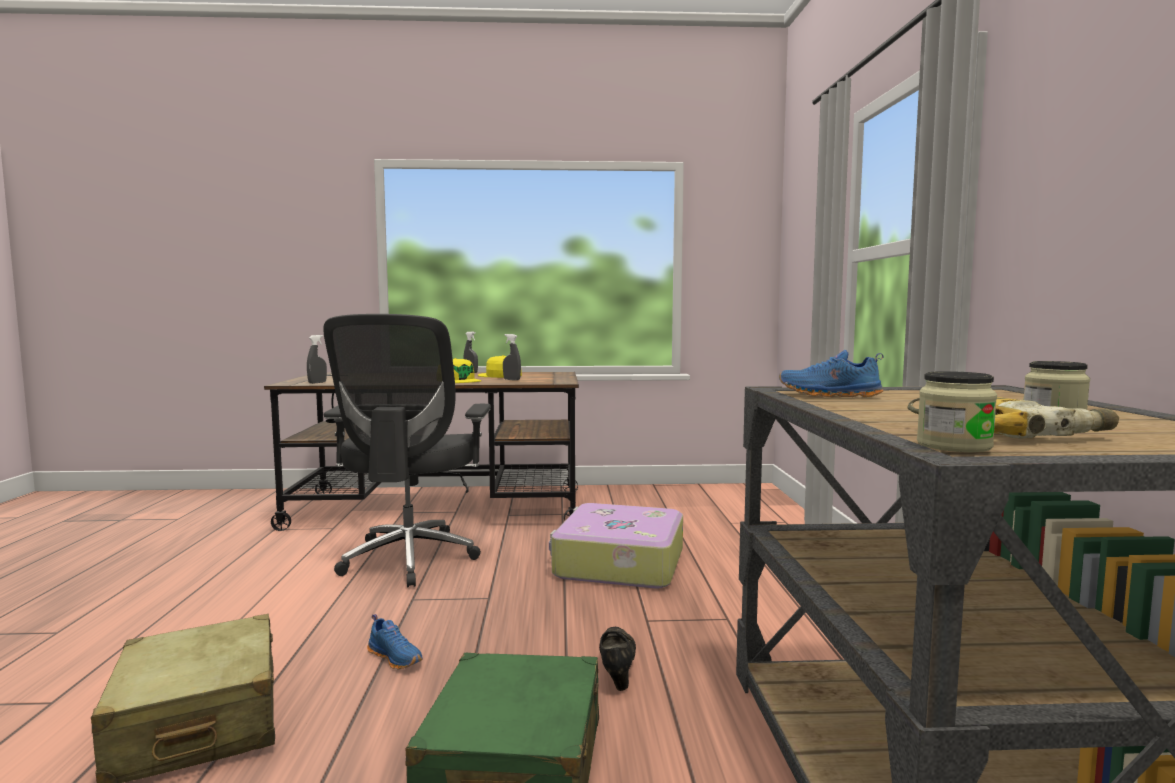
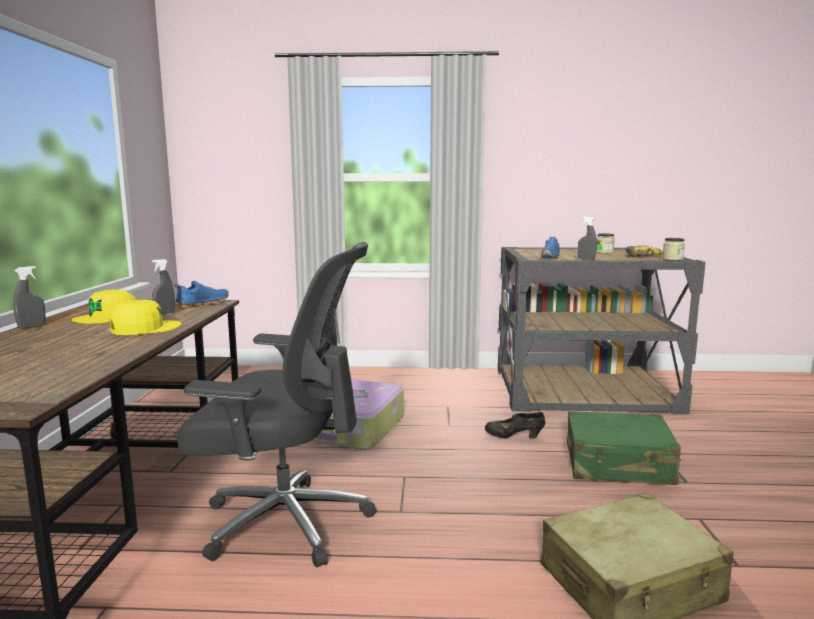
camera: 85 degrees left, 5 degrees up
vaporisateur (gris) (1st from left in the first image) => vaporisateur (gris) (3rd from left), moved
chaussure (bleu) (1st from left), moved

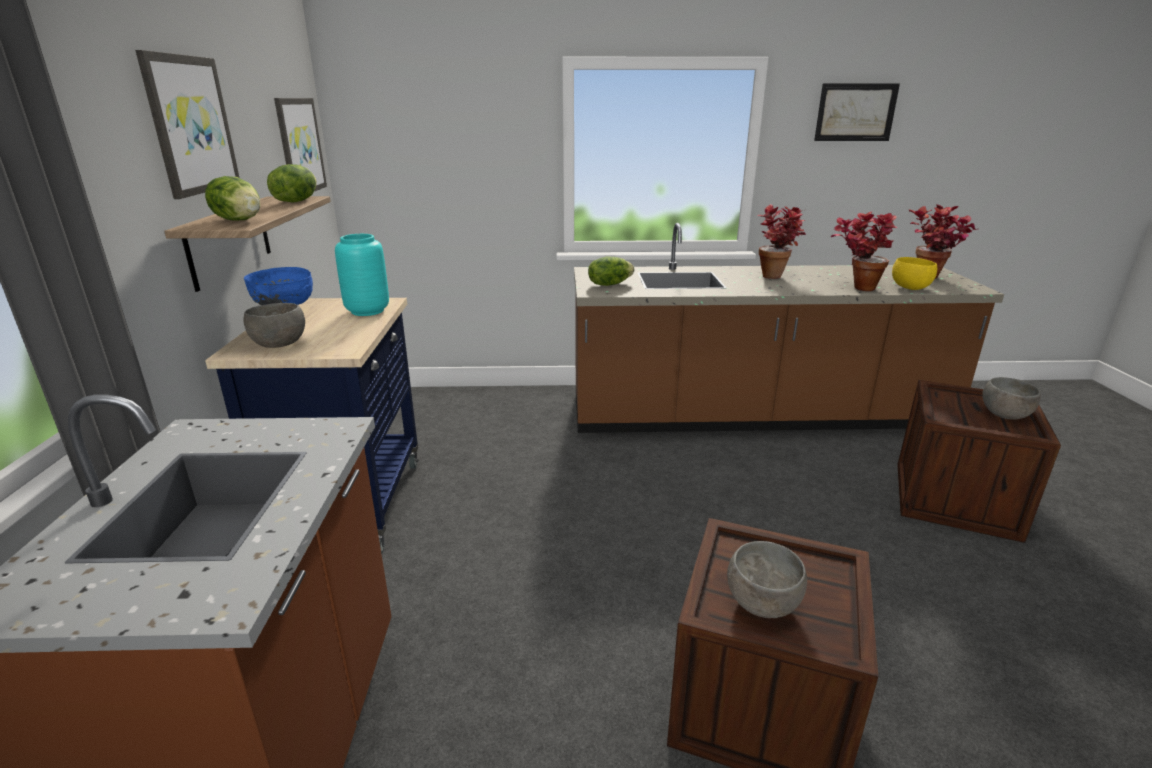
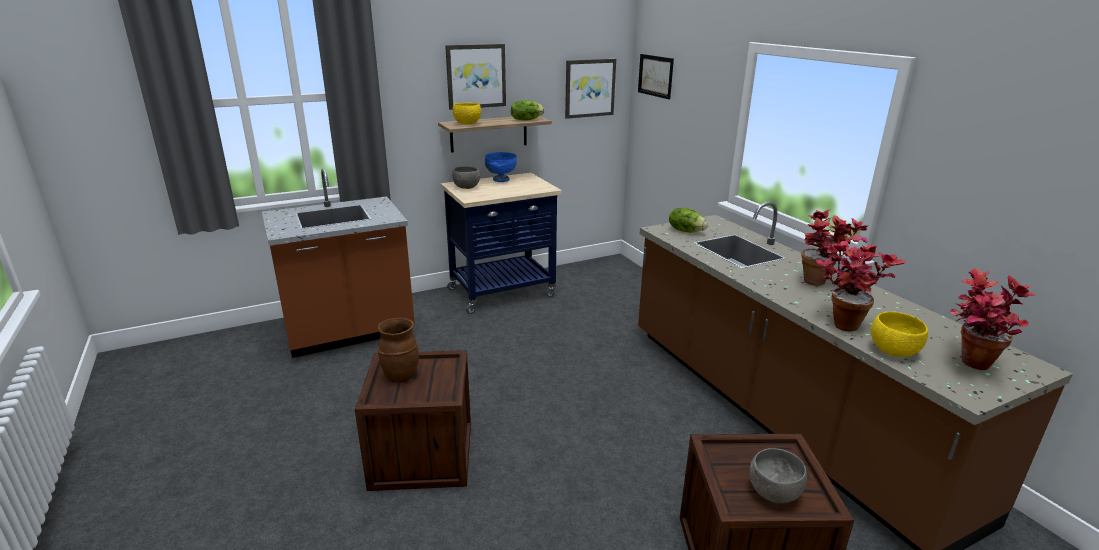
camera: 65 degrees right, 0 degrees up
tableau (3rd from left), moved
laitue (1st from left) => bol (jaune) (1st from left)
vase (turquoise) => nothing
bol (gris) (2nd from left) => vase (marron)

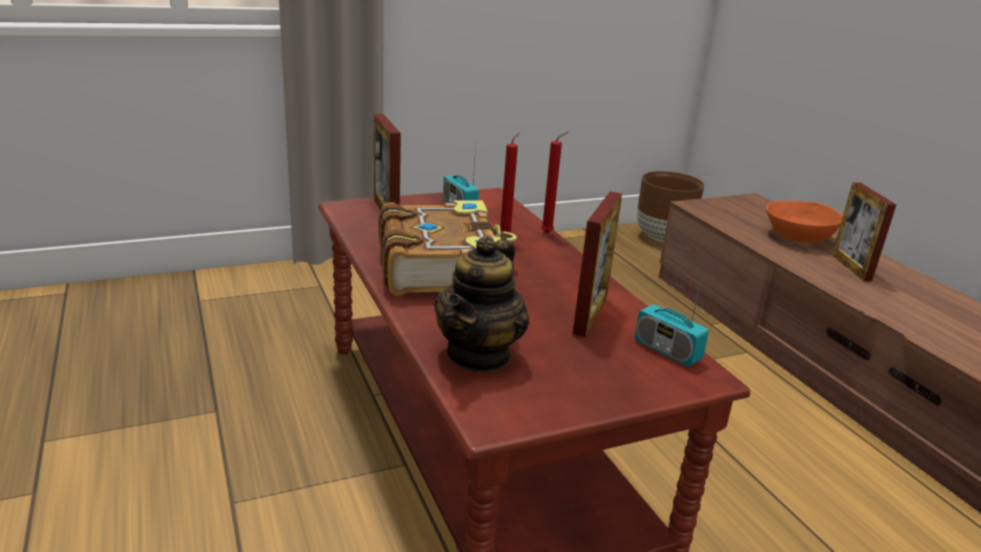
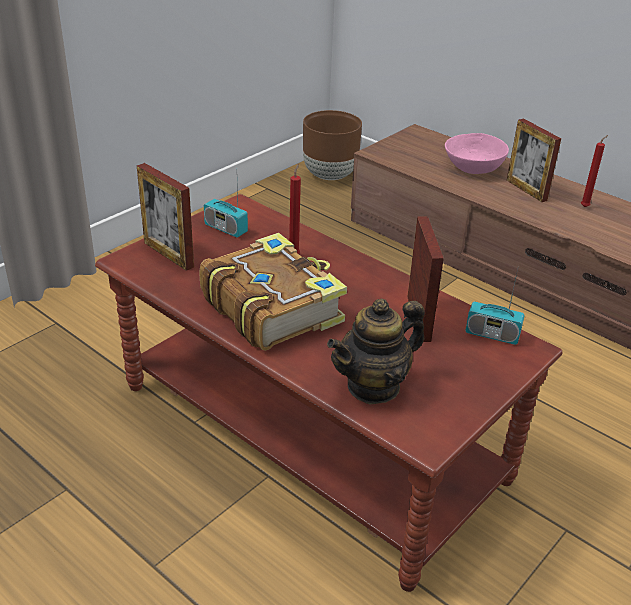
camera: 25 degrees left, 10 degrees up
bougie (rouge) (2nd from left), moved
bol (orange) => bol (rose)
théière, 60 degrees clockwise

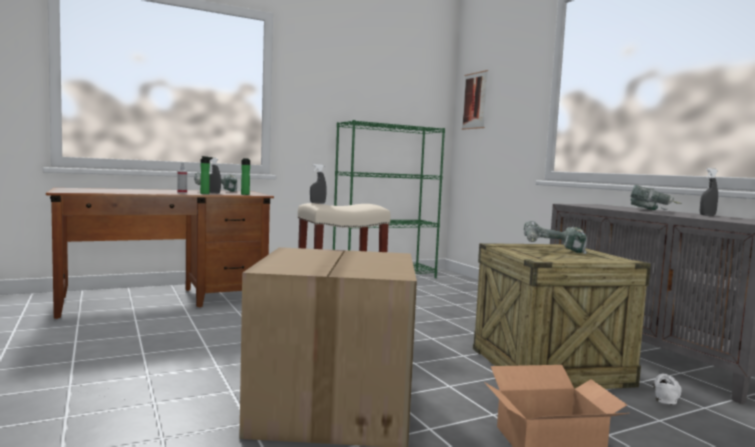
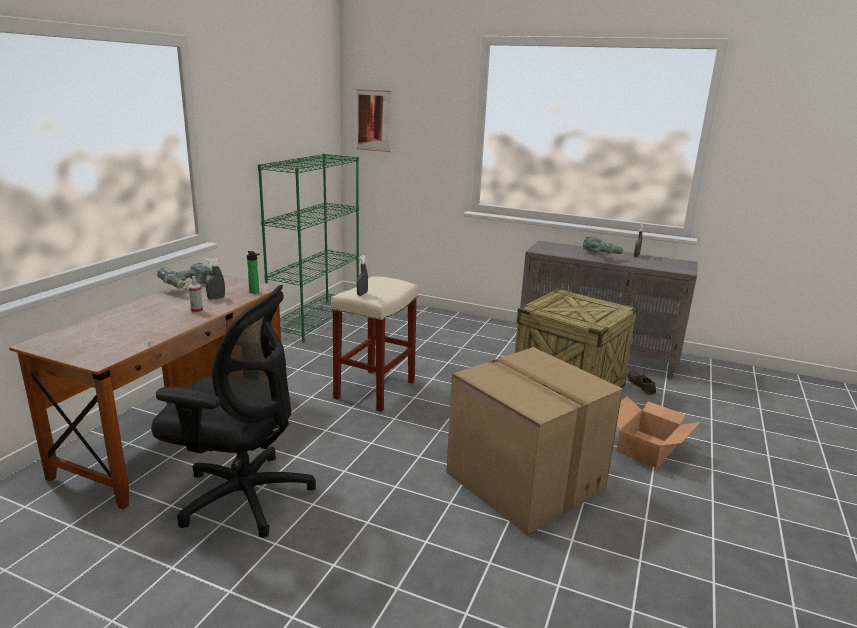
camera: 40 degrees left, 15 degrees up
bouteille (1st from left) => nothing
perceuse (2nd from left) => nothing
chaussure (blanc) => chaussure (marron)
nothing => chaise de bureau (noir)

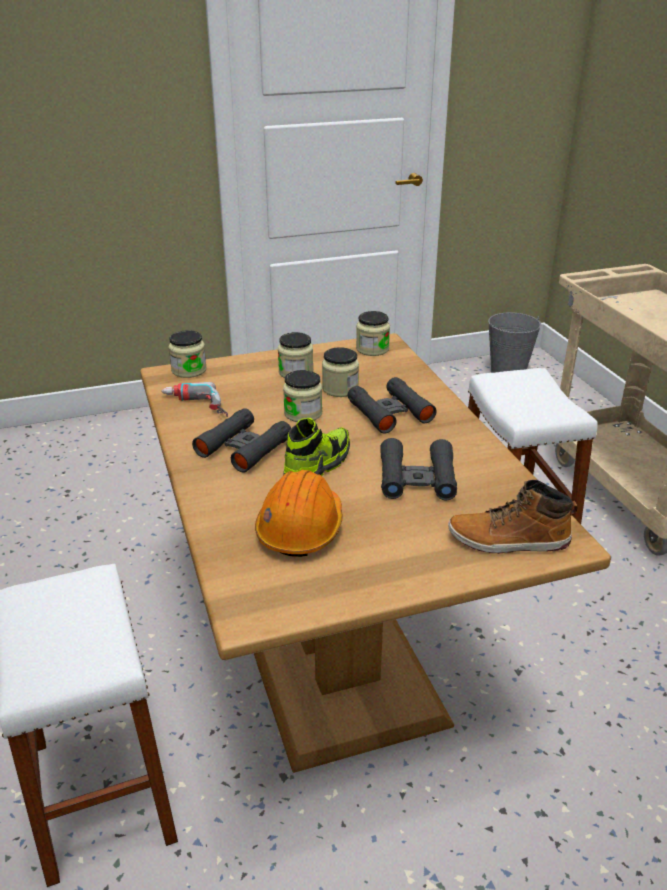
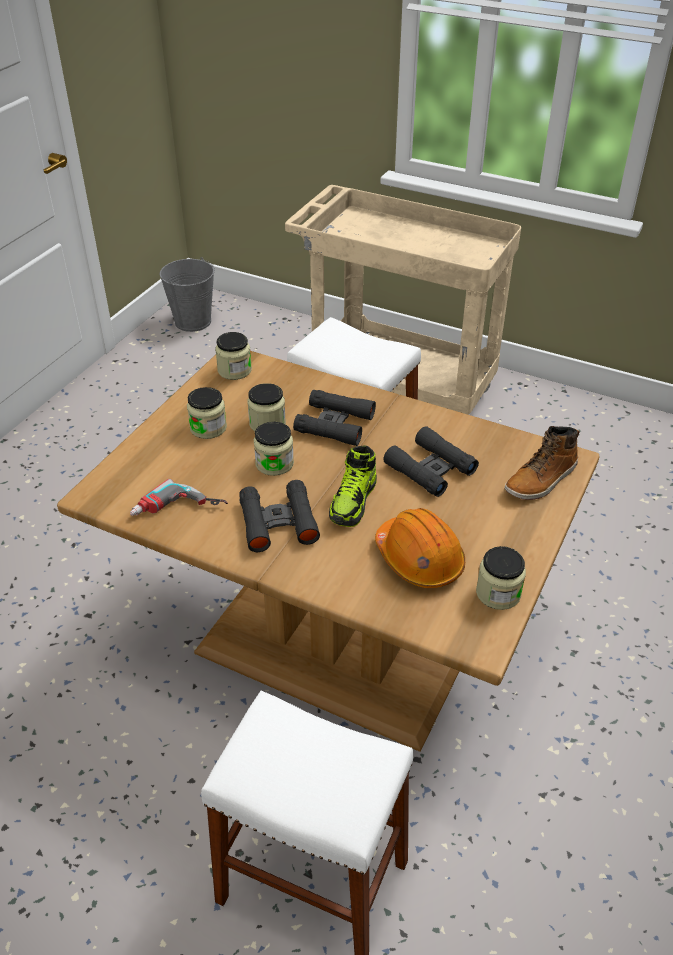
camera: 45 degrees left, 10 degrees up
bocal (1st from left in the first image) => bocal (5th from left), moved
chaussure, 150 degrees counterclockwise

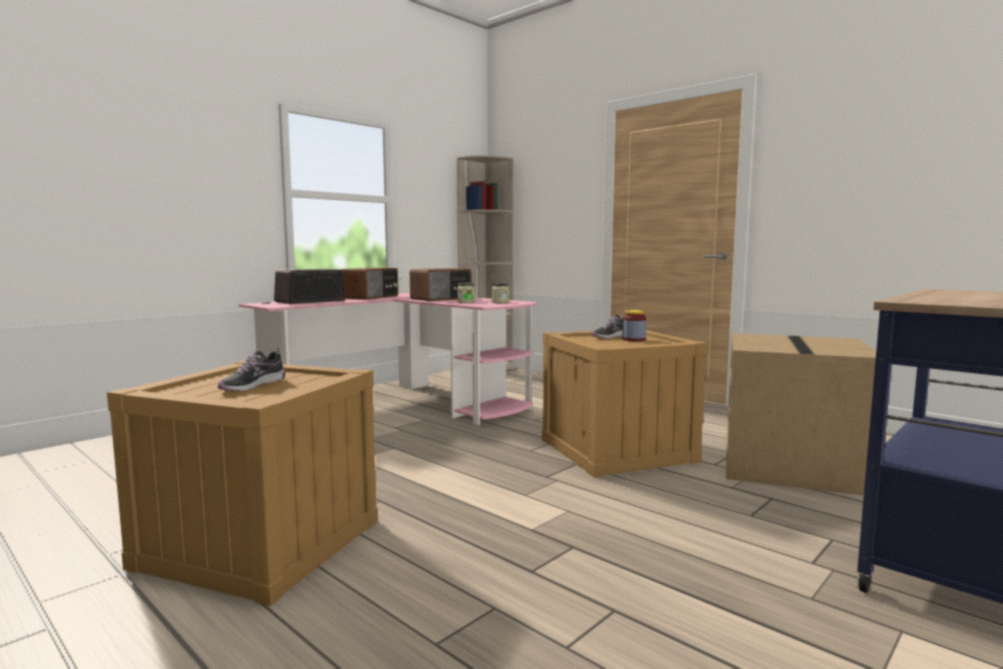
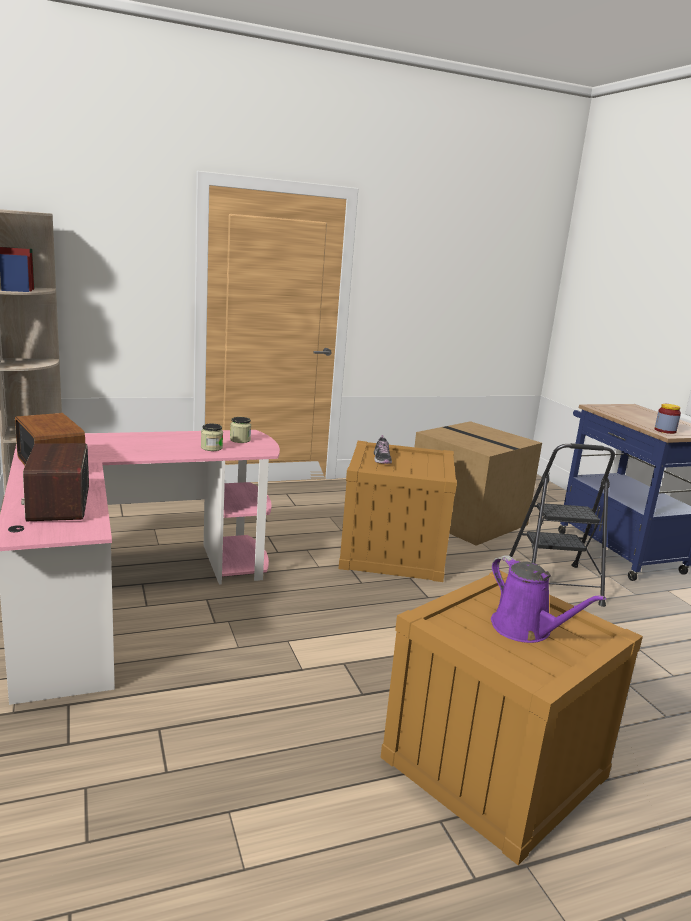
camera: 65 degrees left, 10 degrees up
radio (3rd from left) => nothing
bocal (3rd from left), moved
chaussure (1st from left) => arrosoir (violet)
nothing => escabeau (noir)

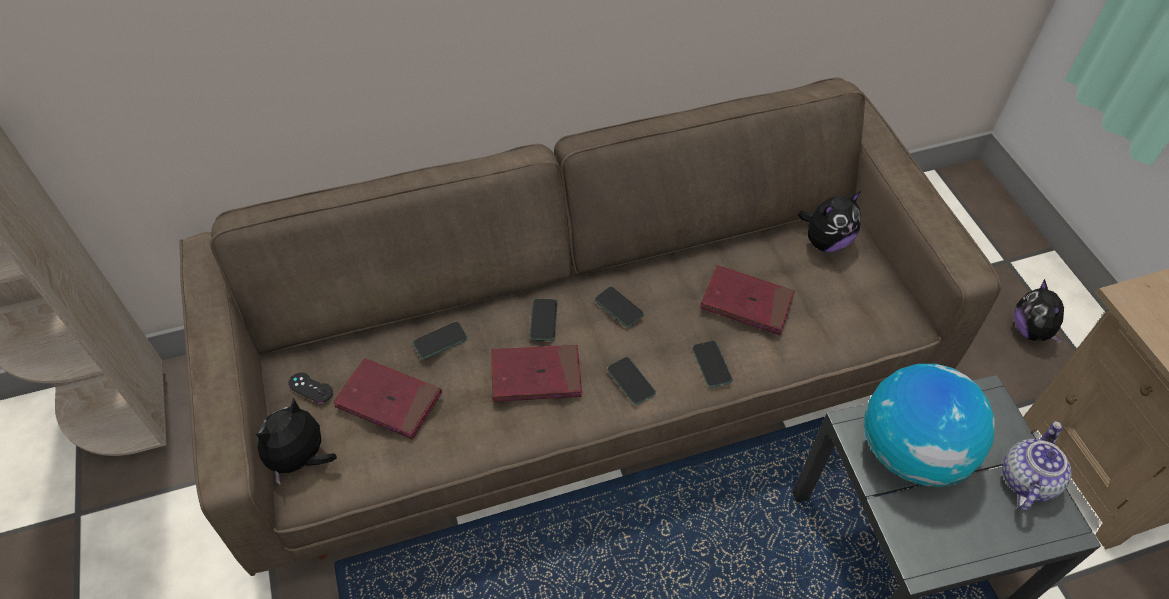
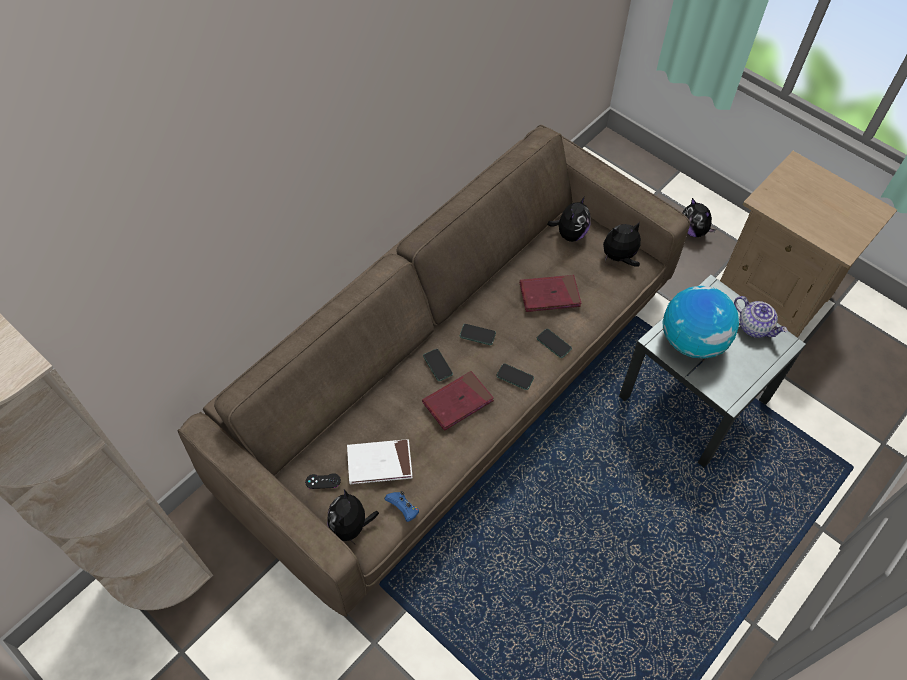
camera: 30 degrees left, 5 degrees up
téléphone (1st from left) => nothing
livre (rouge) (1st from left) => livre (blanc)
théière, 135 degrees clockwise
nothing => peluche (3rd from left)
nothing => manette (bleu)

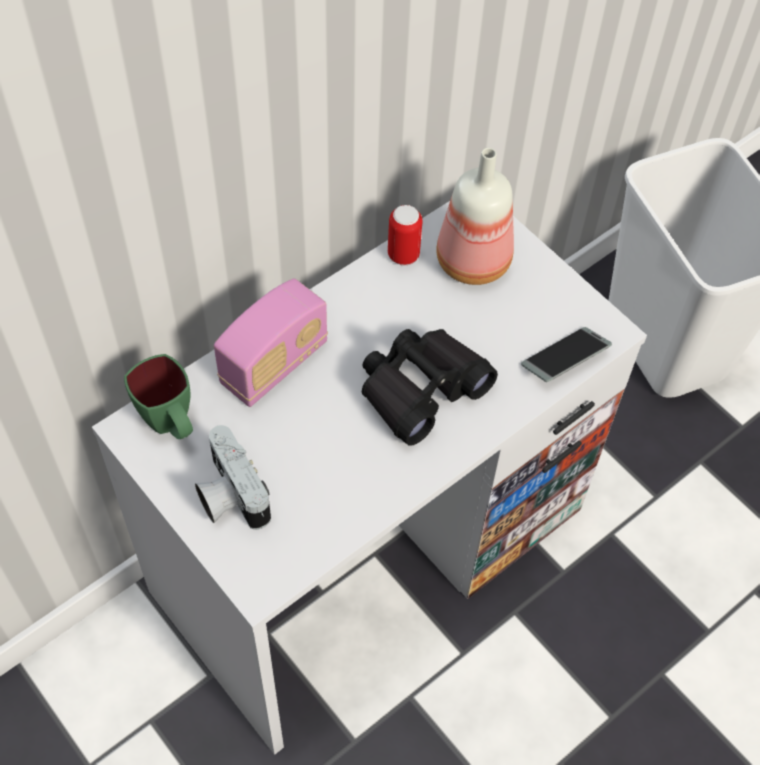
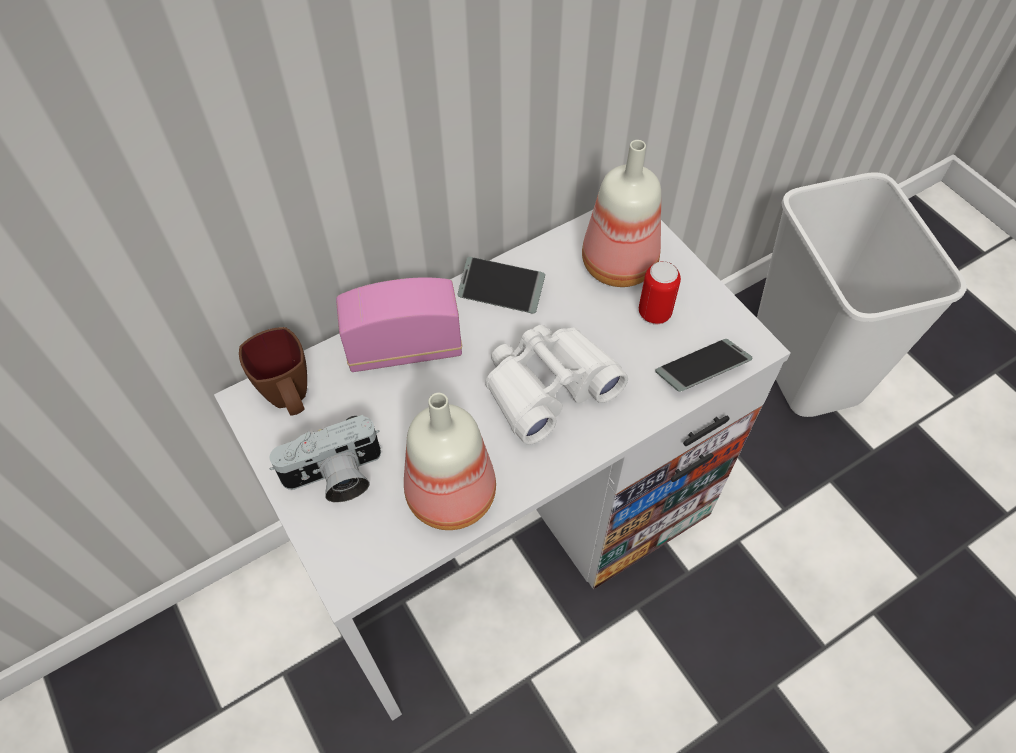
camera: 10 degrees right, 0 degrees up
boîte métallique, moved
radio, 150 degrees counterclockwise
jumelles (noir) => jumelles (blanc)
mug (vert) => mug (marron)
appareil photo, 90 degrees counterclockwise
nothing => téléphone (1st from left)
nothing => bouteille (1st from left)

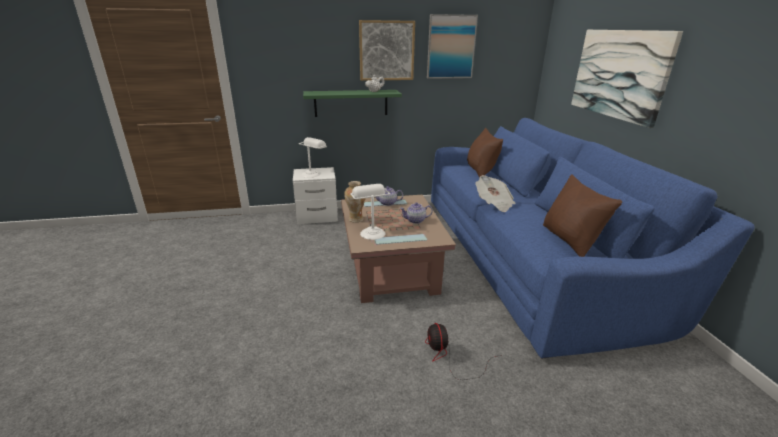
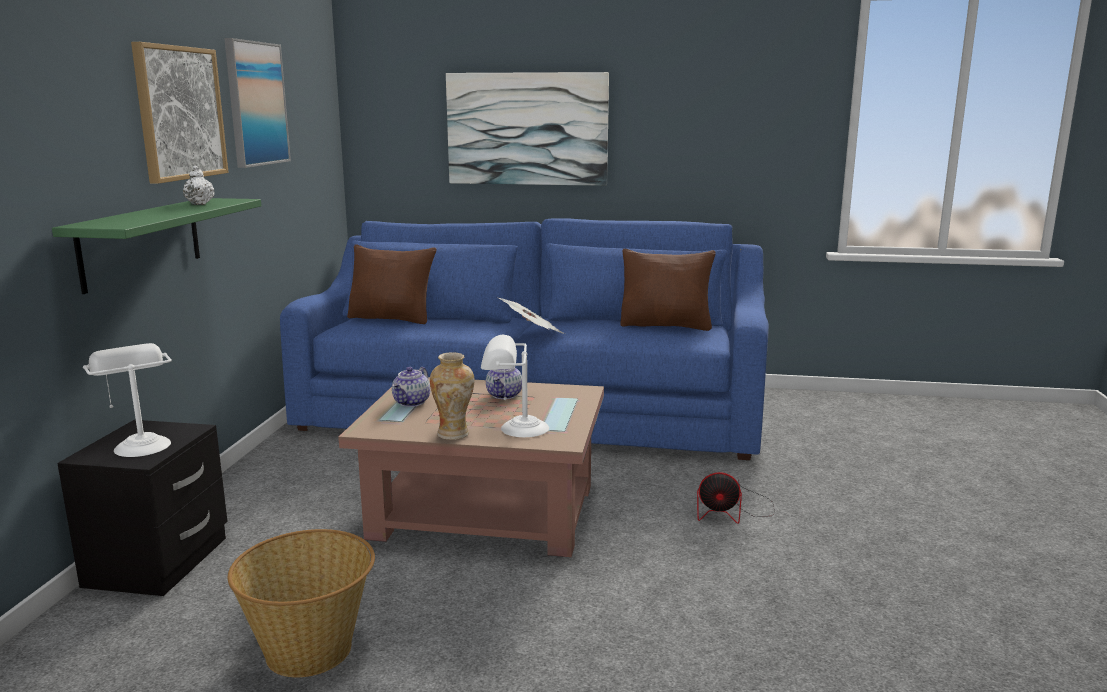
camera: 70 degrees left, 10 degrees down
table de chevet (blanc) => table de chevet (noir)
nothing => panier

